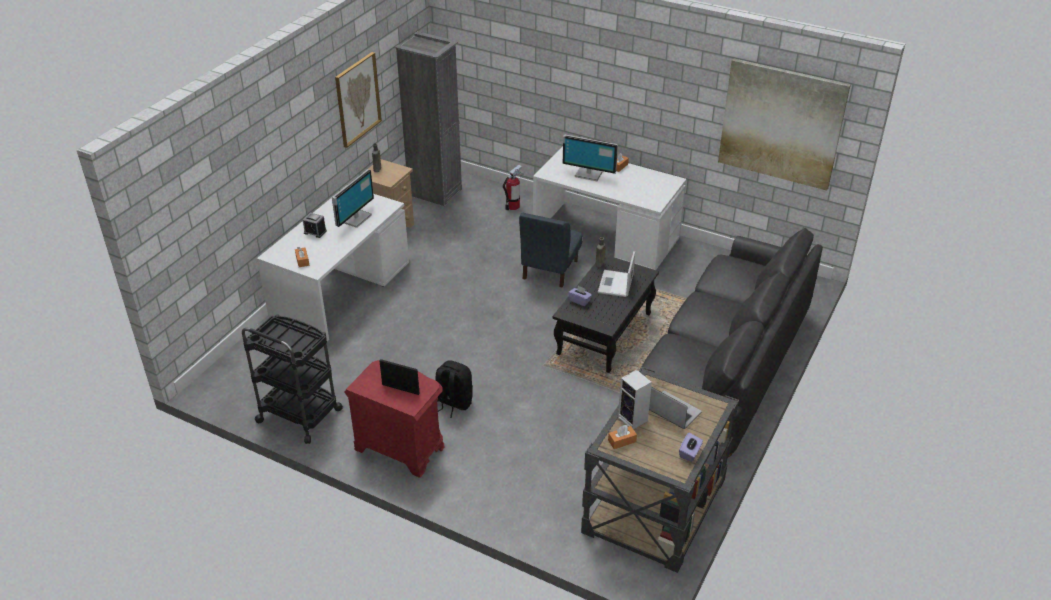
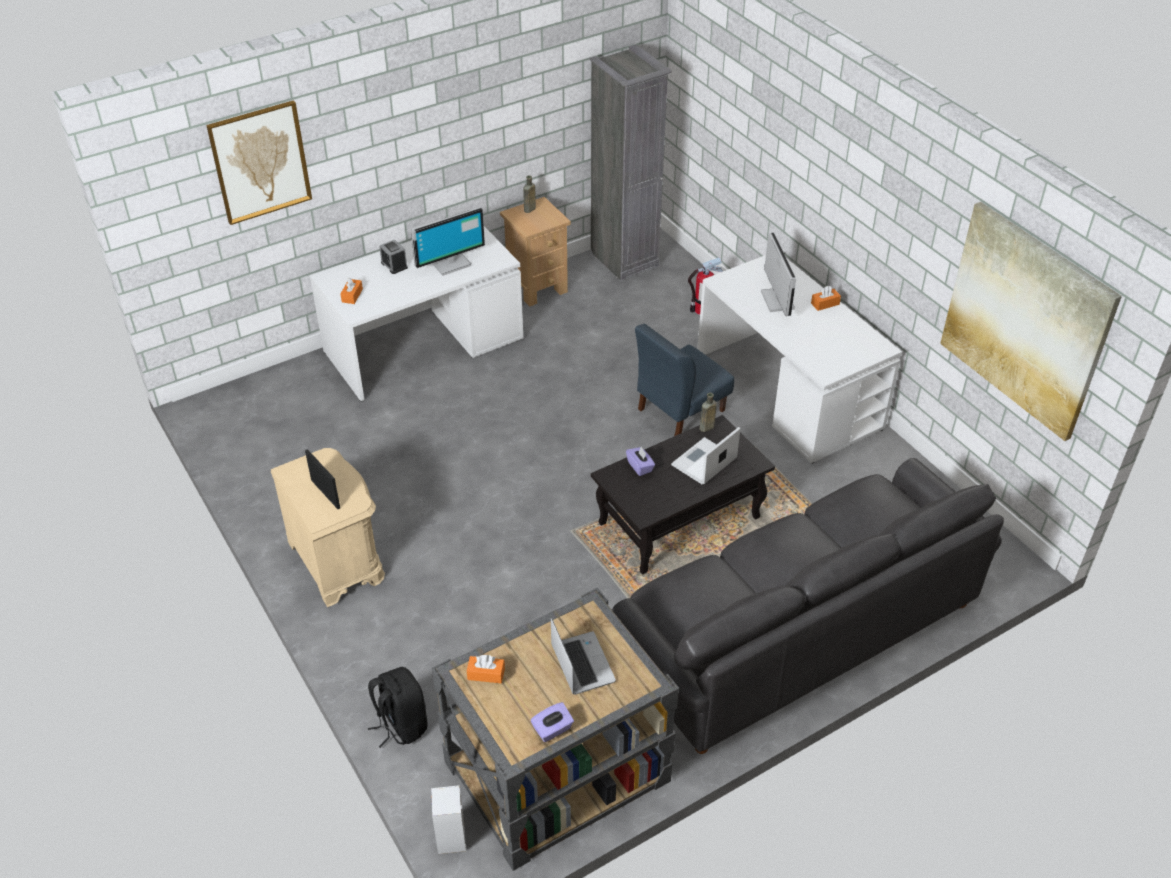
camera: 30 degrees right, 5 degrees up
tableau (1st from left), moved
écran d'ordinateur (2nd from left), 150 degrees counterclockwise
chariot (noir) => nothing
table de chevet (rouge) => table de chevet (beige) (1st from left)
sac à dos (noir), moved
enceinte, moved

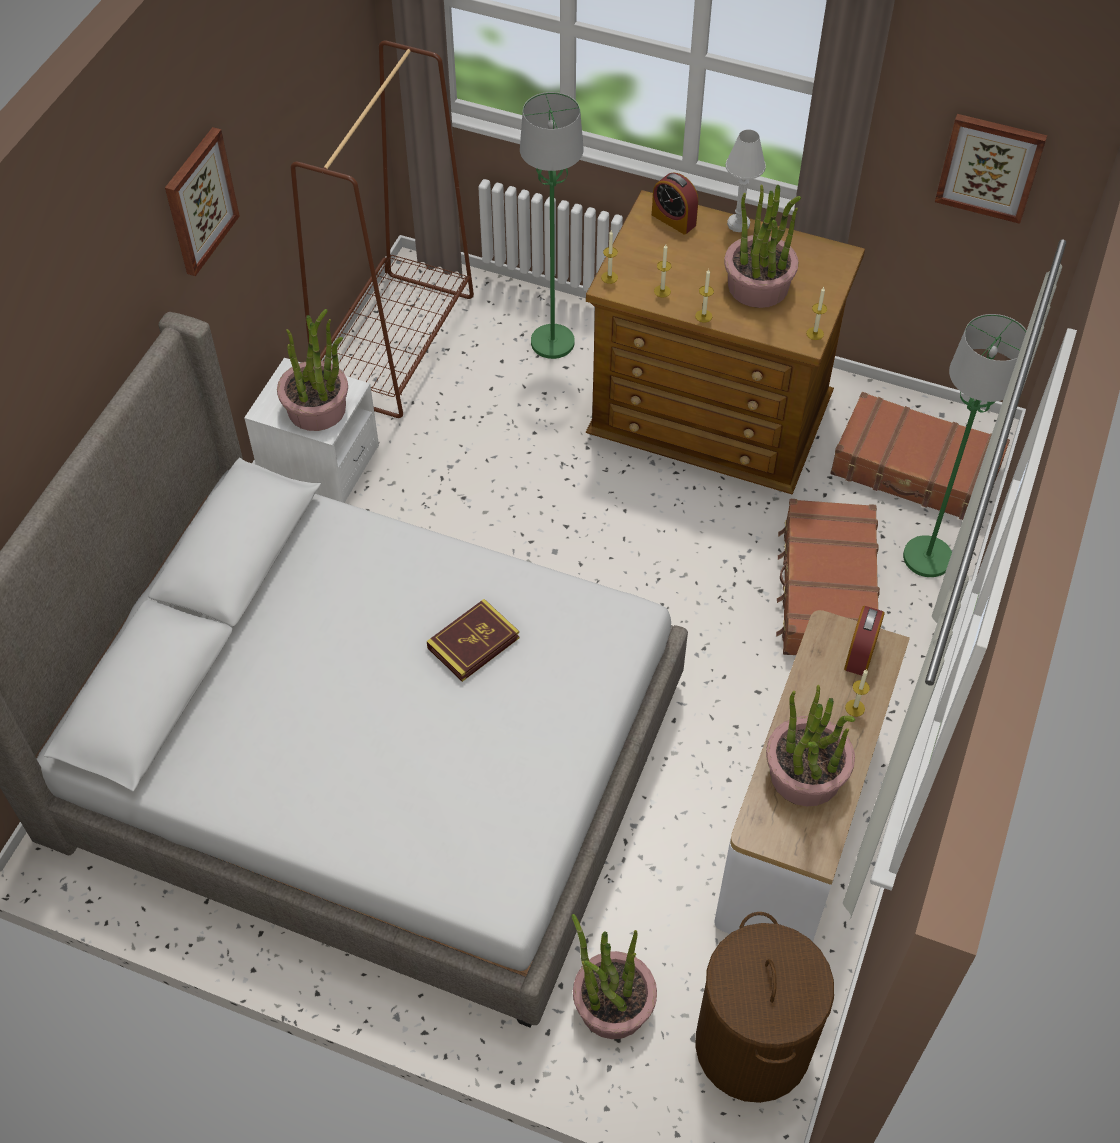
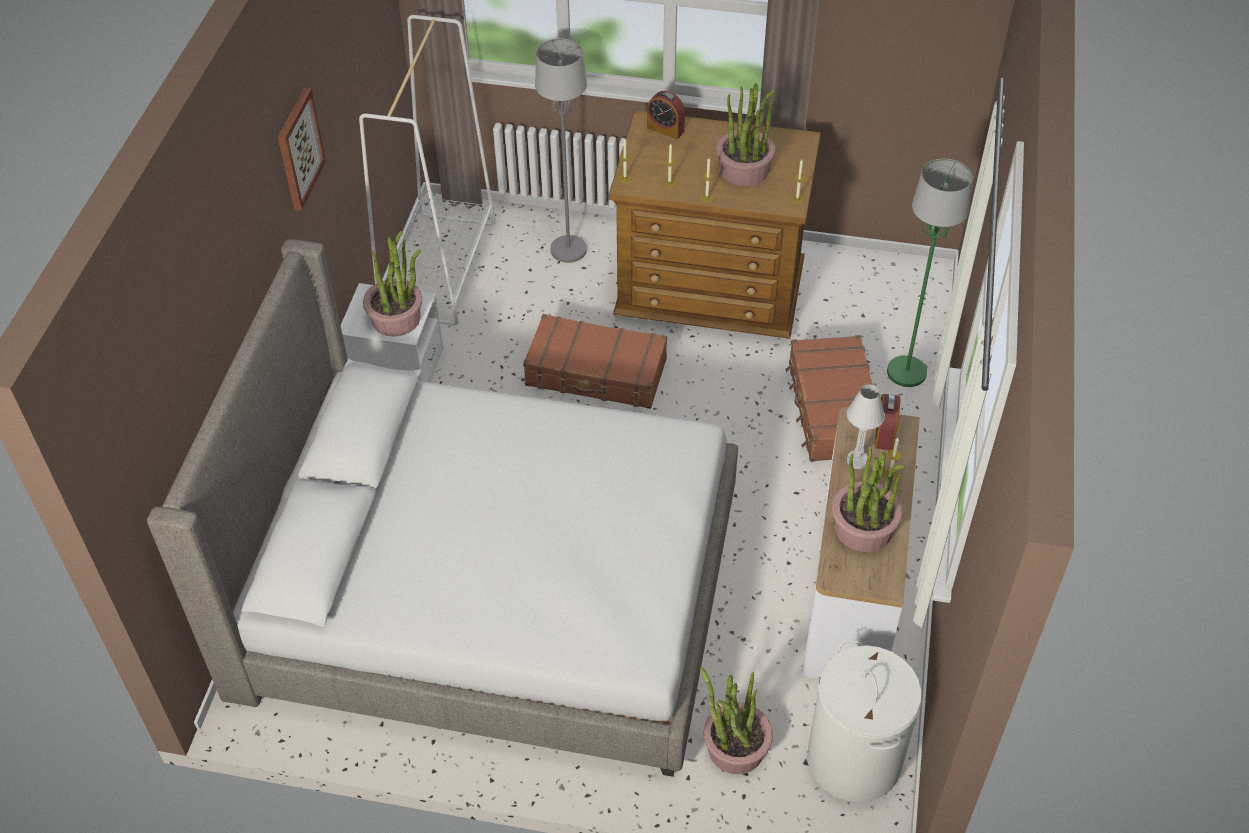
camera: 10 degrees left, 5 degrees down
portant (marron) => portant (blanc)
lampadaire (vert) (1st from left) => lampadaire (gris)
tableau (2nd from left) => nothing
lampe de table (blanc), moved
valise (marron) (2nd from left in the first image) => valise (marron) (1st from left), moved
livre => nothing
panier à linge (marron) => panier à linge (blanc)

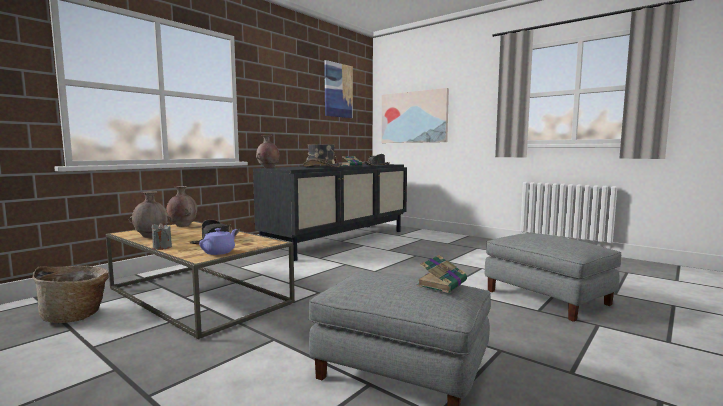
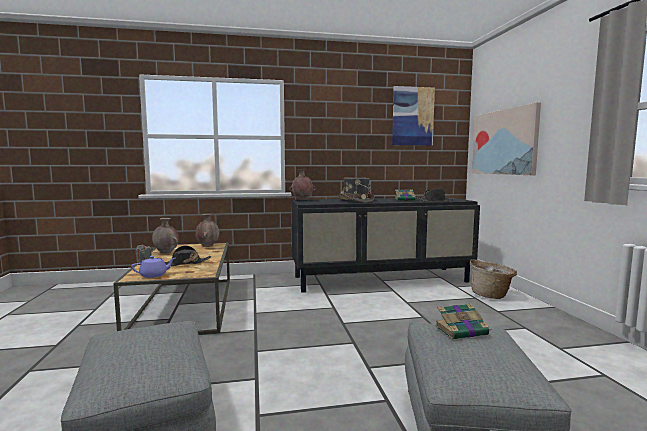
camera: 40 degrees right, 0 degrees up
livre (2nd from left), moved
panier, moved

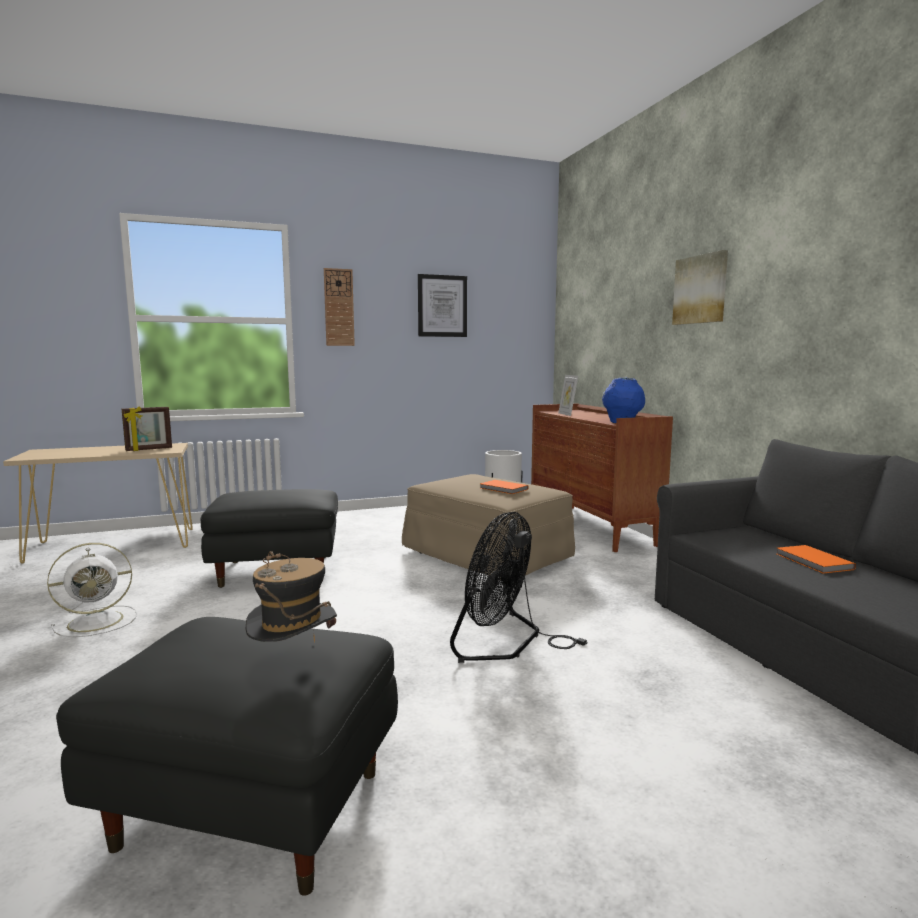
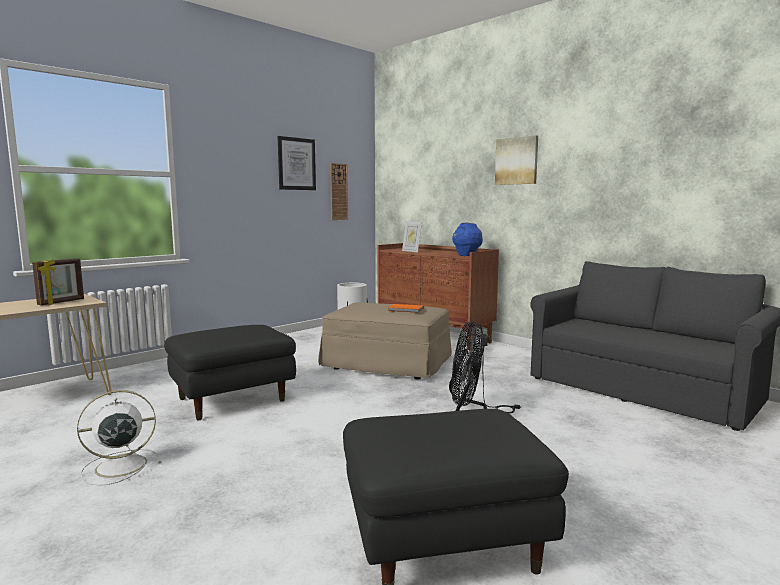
camera: 25 degrees left, 0 degrees up
horloge murale, moved
ventilateur (blanc), 150 degrees counterclockwise
livre (orange) (2nd from left) => nothing
chapeau => nothing

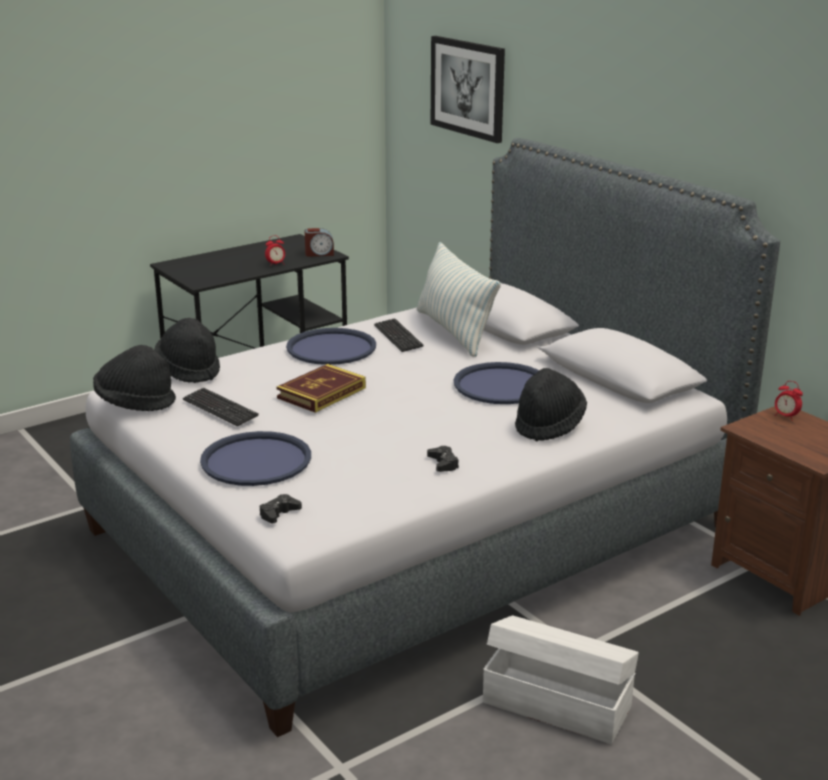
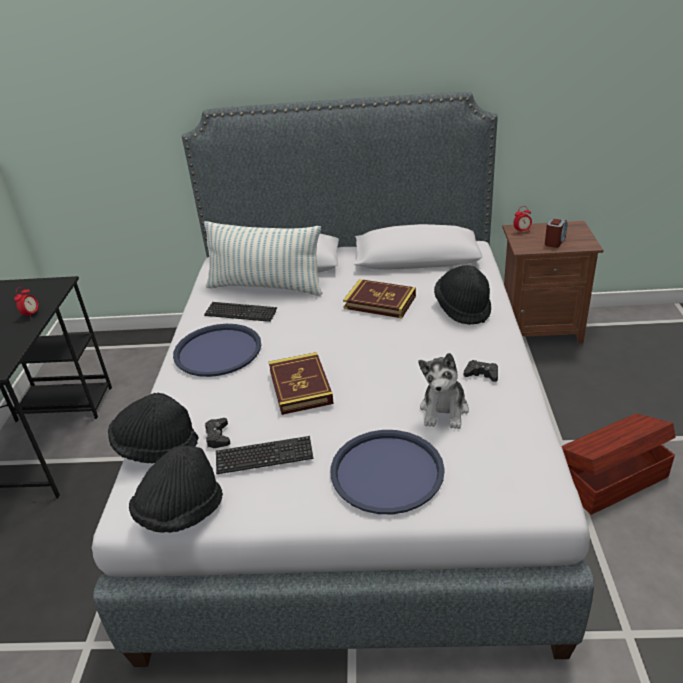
camera: 50 degrees left, 10 degrees up
tableau => nothing
réveil (2nd from left in the first image) => réveil (3rd from left), moved
plateau (bleu) (3rd from left) => livre (2nd from left)
manette (noir) (1st from left), moved
boîte de rangement (blanc) => boîte de rangement (marron)
nothing => peluche

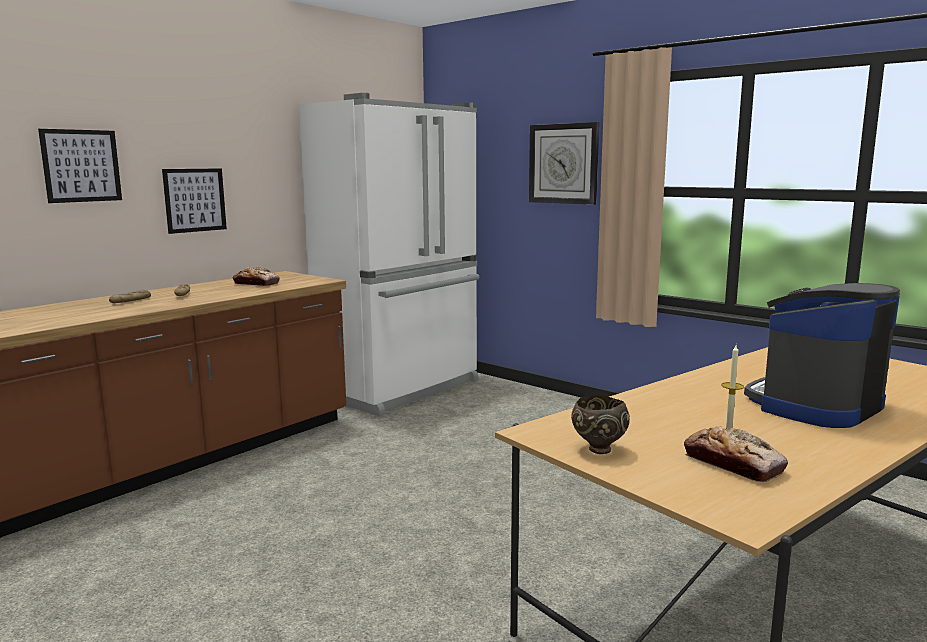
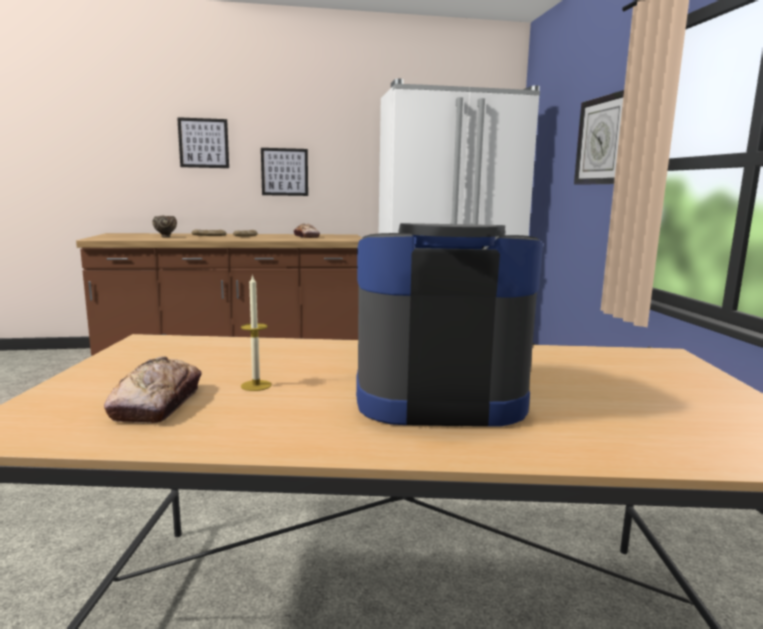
camera: 40 degrees right, 0 degrees up
bol (marron), moved

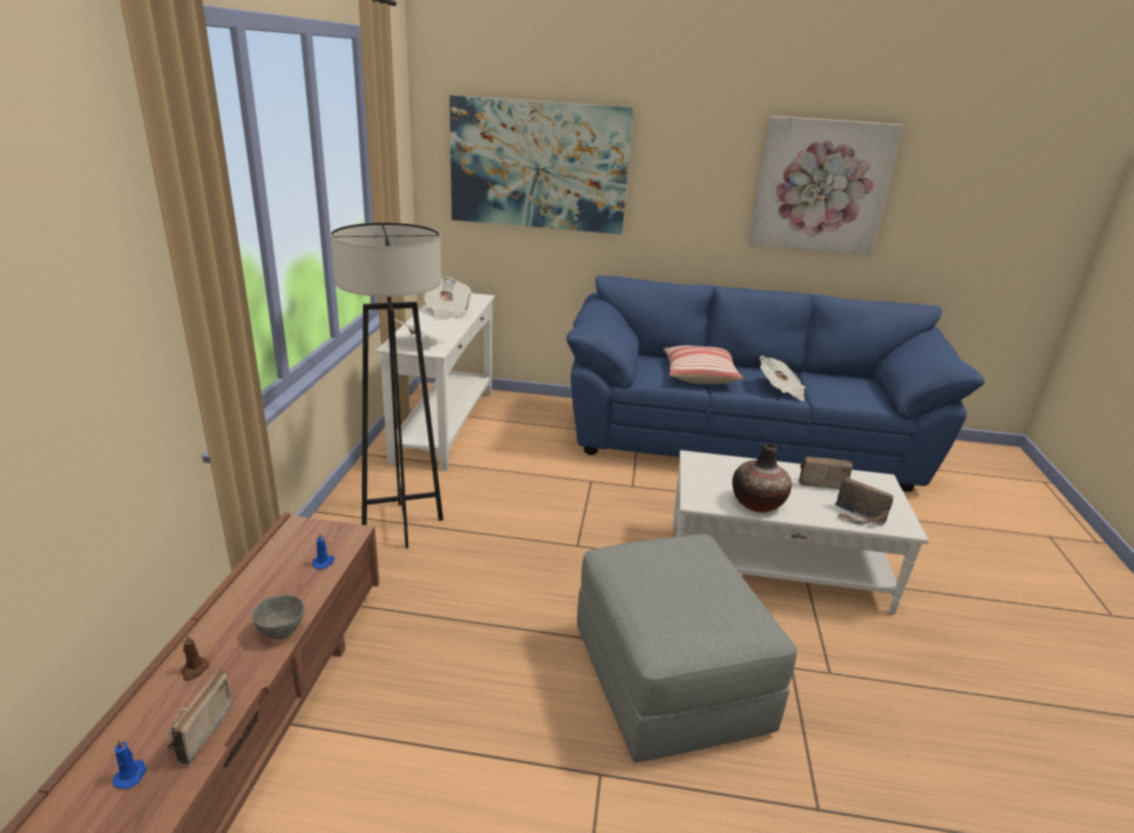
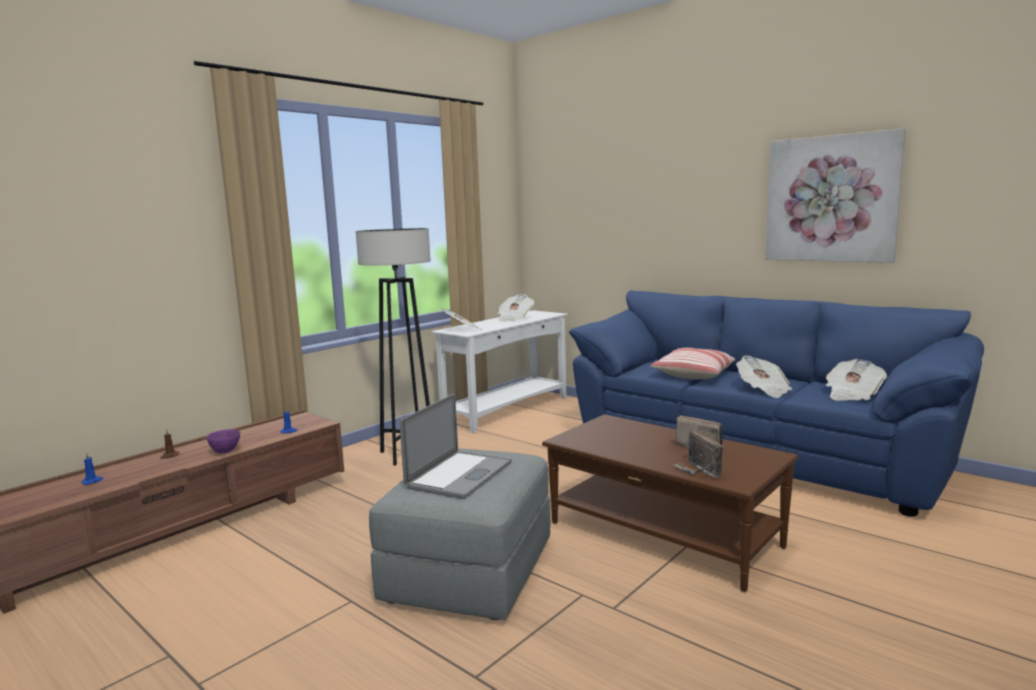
camera: 35 degrees right, 15 degrees down
tableau (1st from left) => nothing
vase => nothing
table basse (blanc) => table basse (marron)
bol (gris) => bol (violet)
radio (1st from left) => nothing
nothing => journal (4th from left)
nothing => ordinateur portable

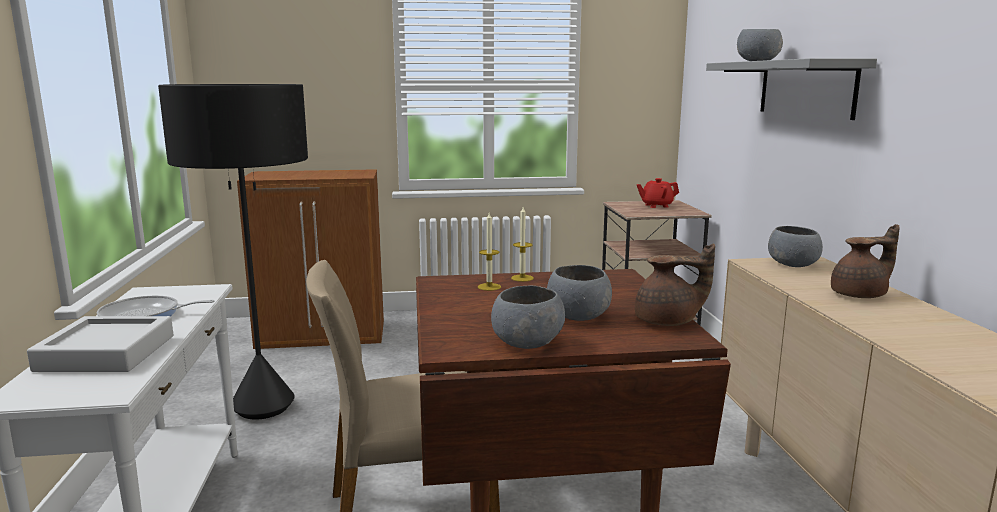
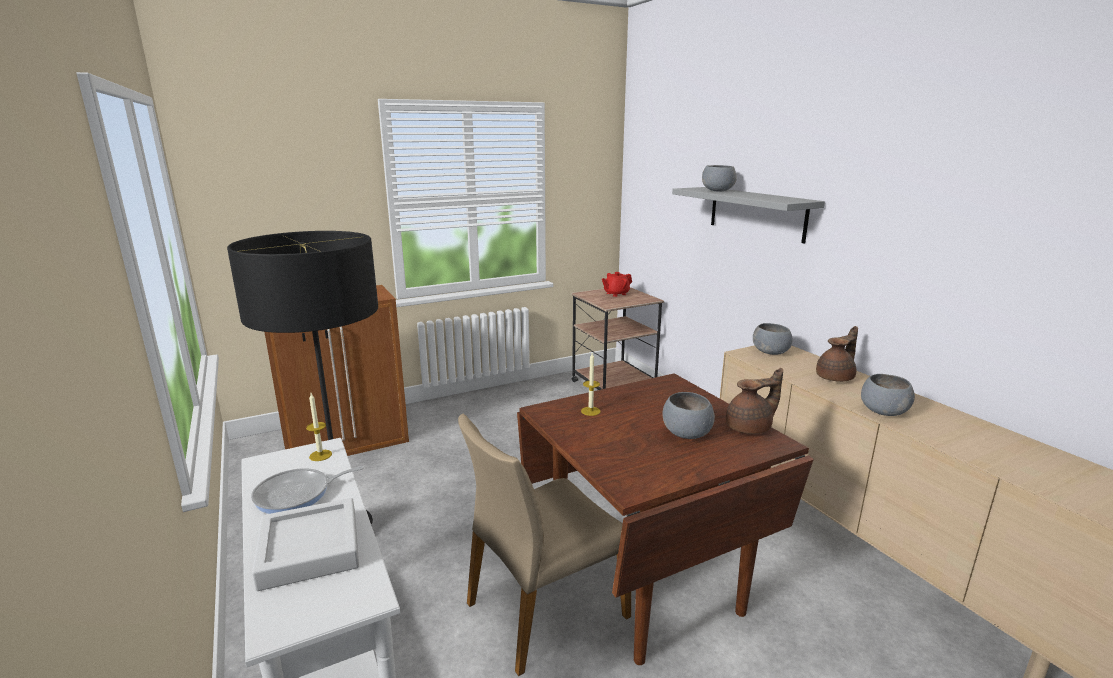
camera: 20 degrees left, 5 degrees up
bougie (2nd from left in the first image) => bougie (1st from left), moved
bol (gris) (1st from left in the first image) => bol (gris) (4th from left), moved

